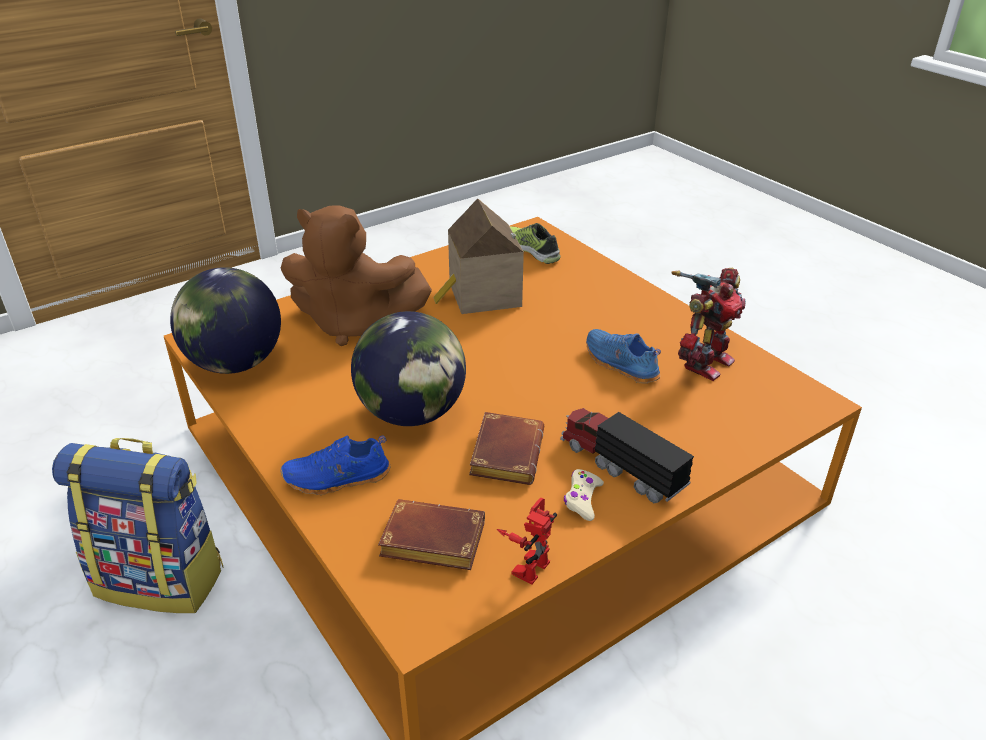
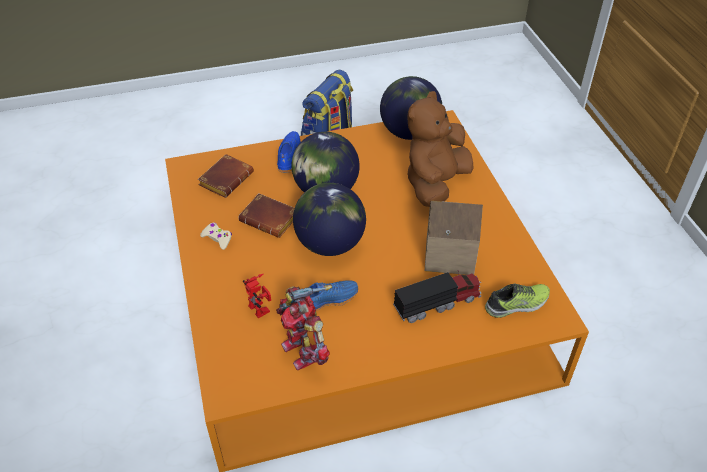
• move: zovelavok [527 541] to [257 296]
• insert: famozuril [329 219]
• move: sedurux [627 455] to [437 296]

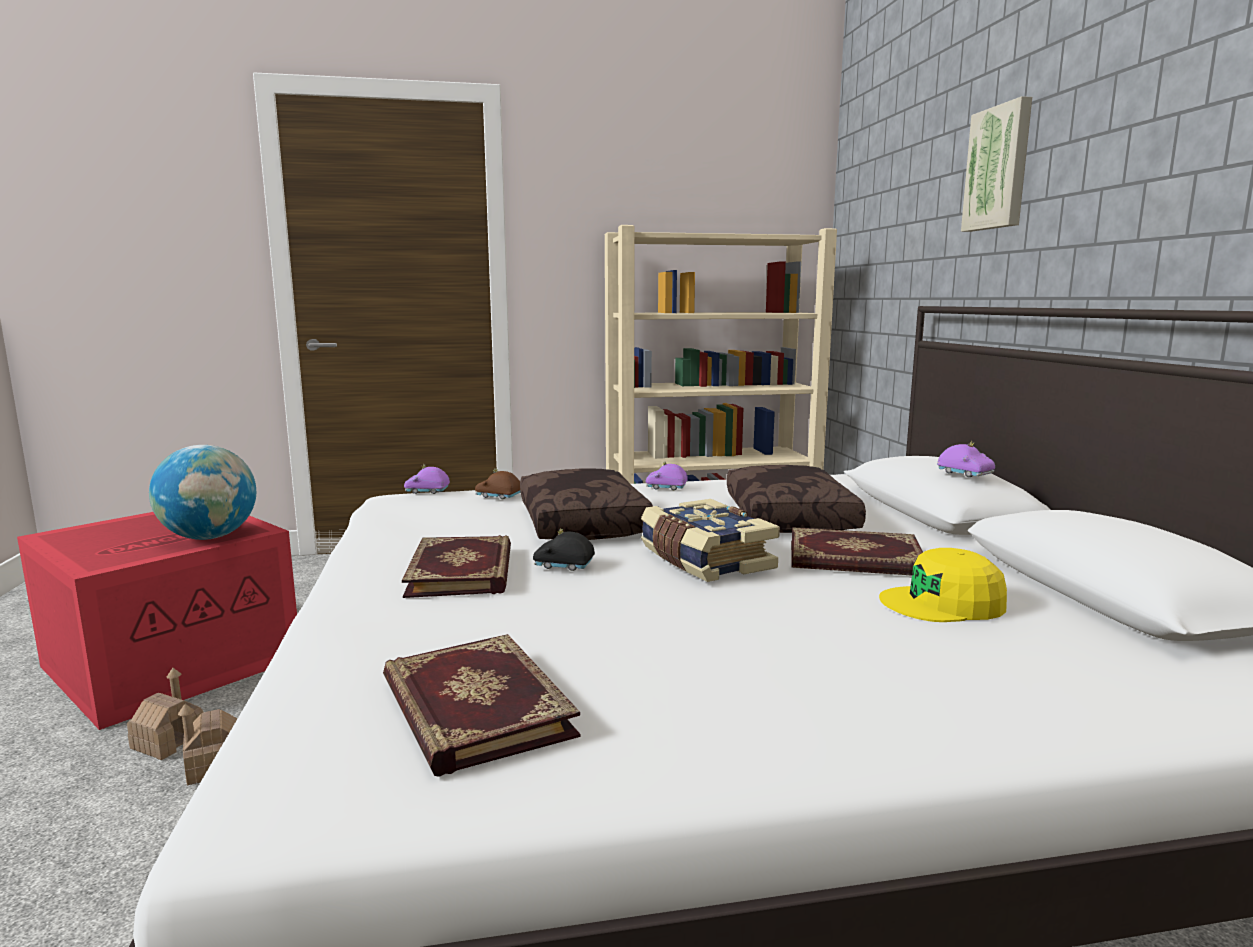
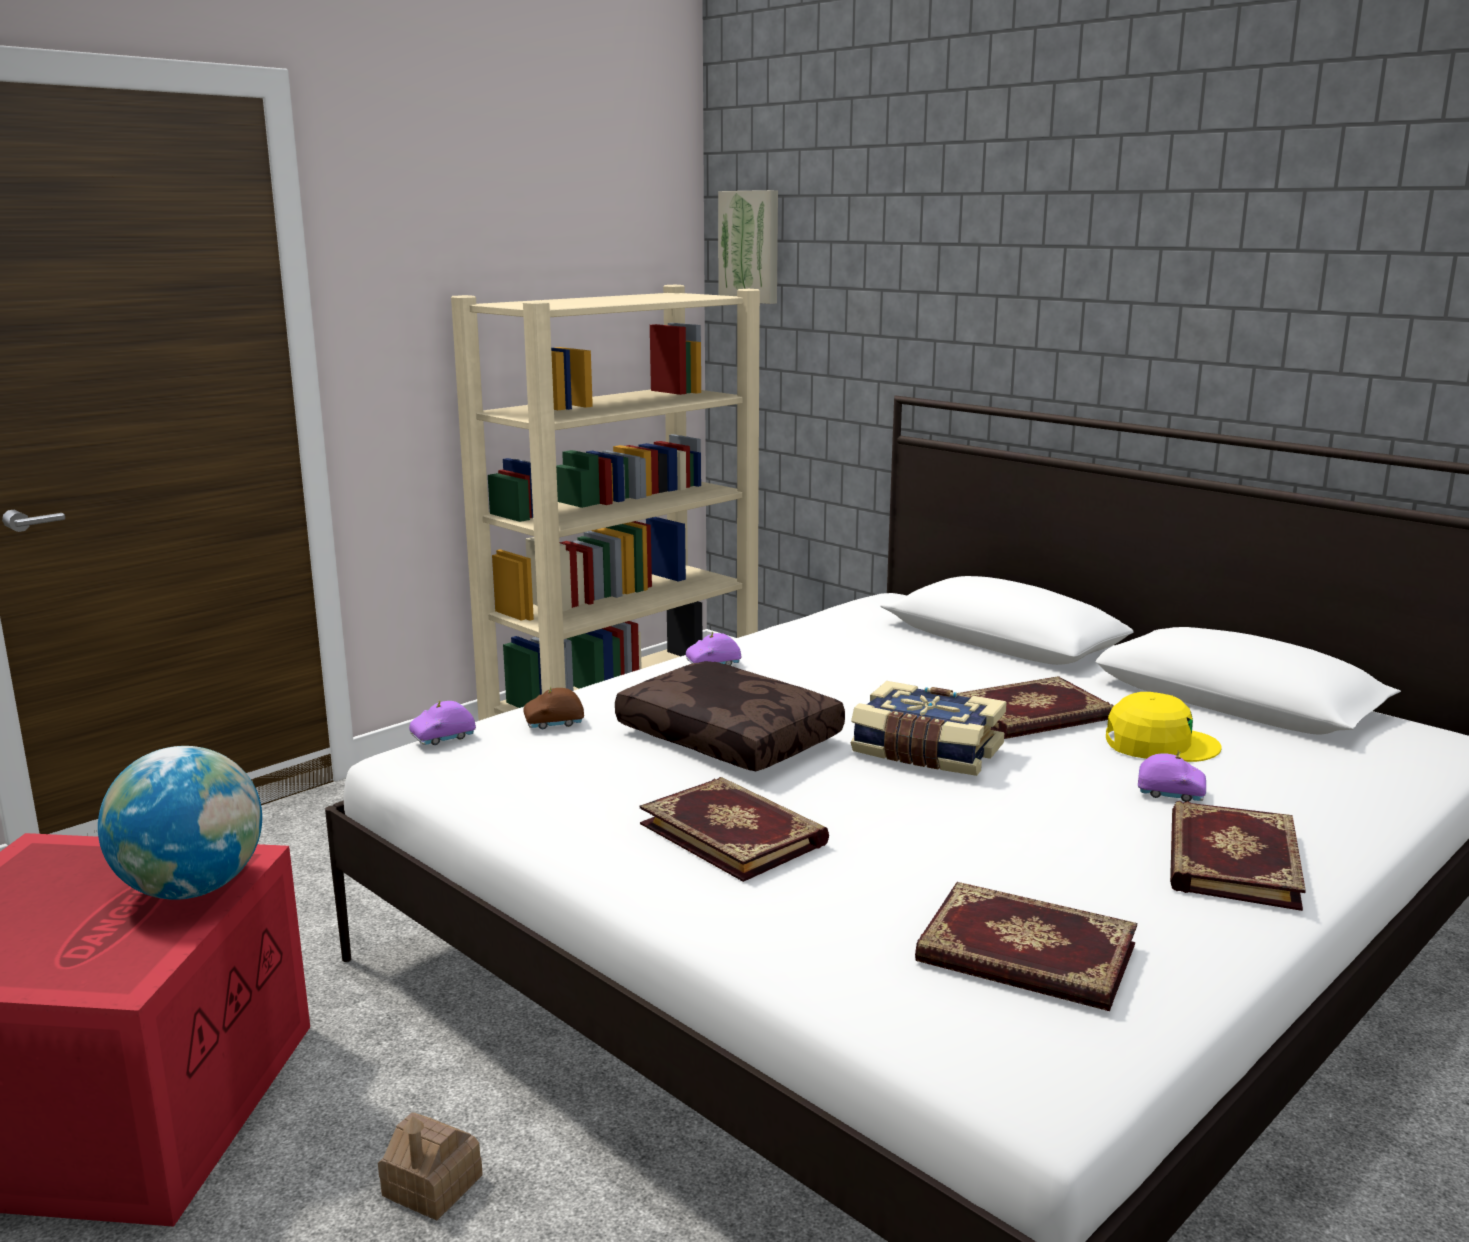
• move: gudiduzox [996 164] to [748 247]
• rotate: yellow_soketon [943 585] = [1164 727] 135 degrees counterclockwise
• move: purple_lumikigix [966 459] to [1172 776]
• insert: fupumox [1238 856]
• delete: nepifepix [165 714]
• delete: black_lumikigix [564 549]
• delete: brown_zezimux [796 499]

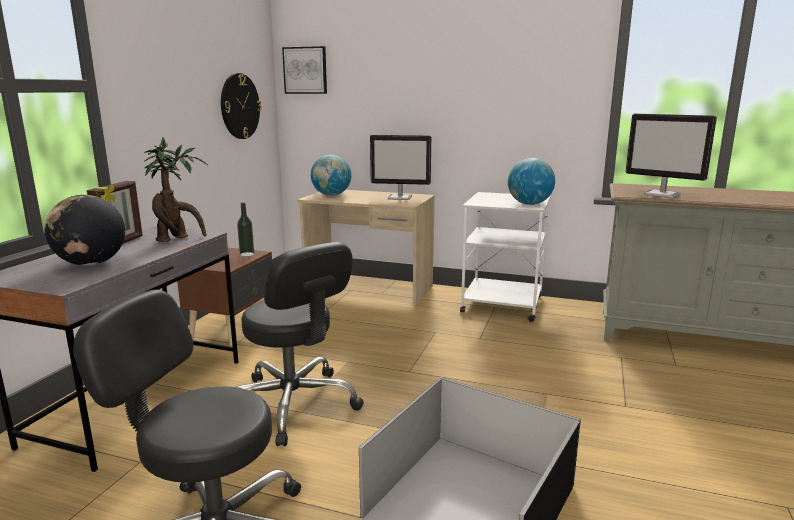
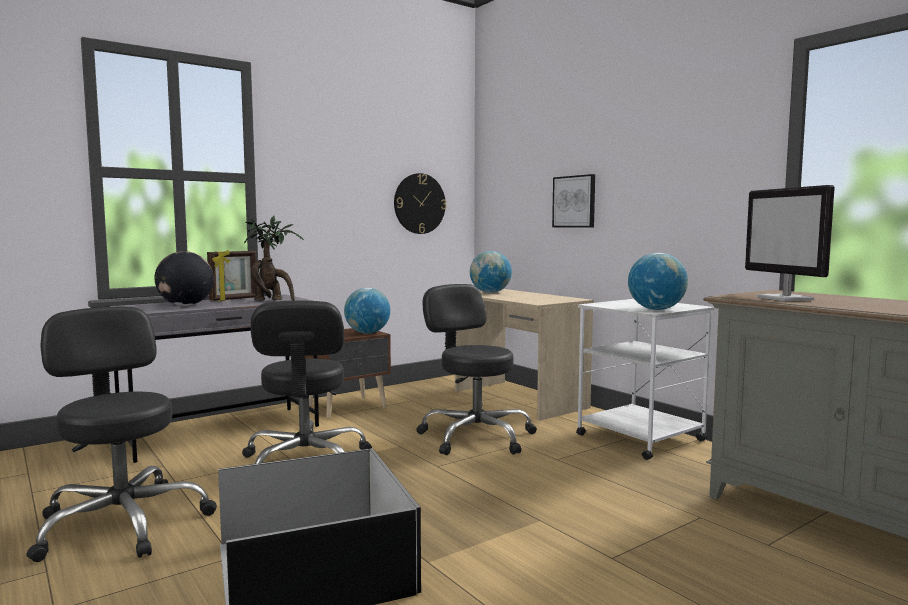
• replace: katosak [245 229] to famozuril [367 311]
• insert: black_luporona [476 369]
• move: gudiduzox [304 70] to [573 200]
• delete: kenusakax [400 167]

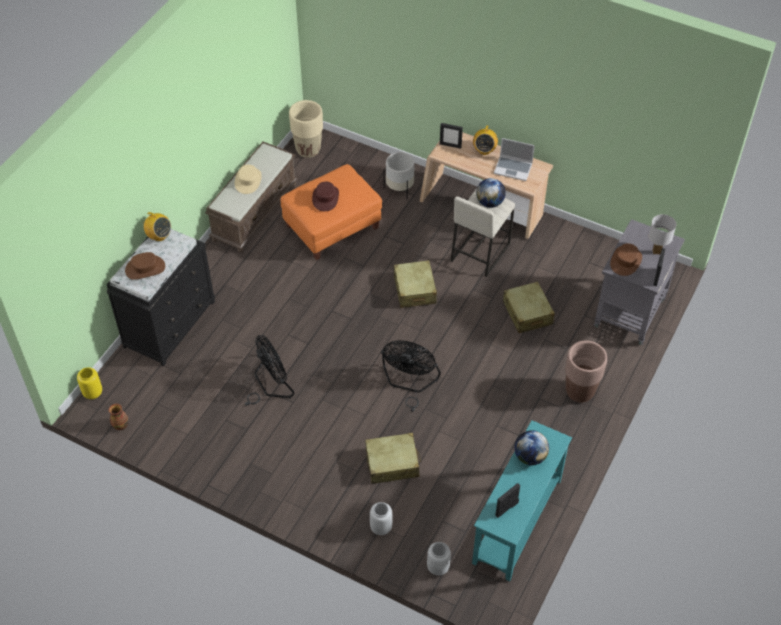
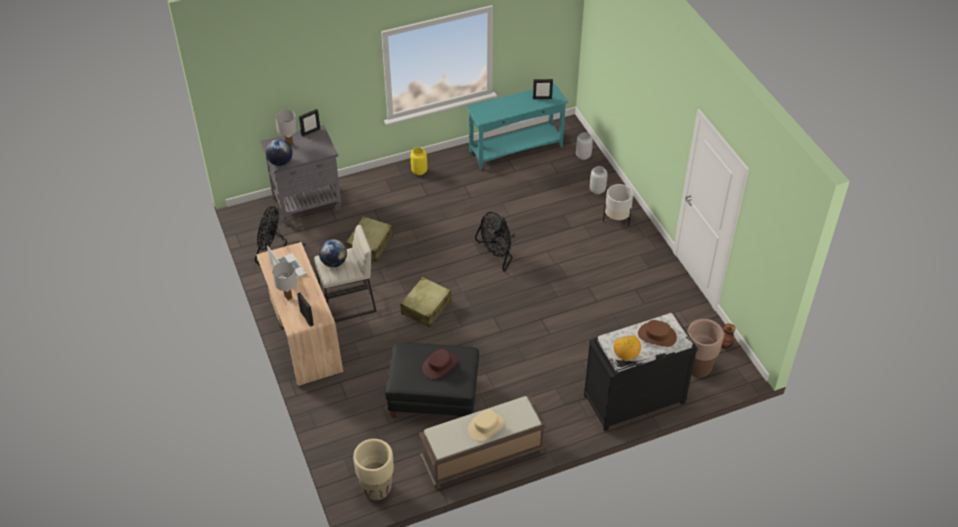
• move: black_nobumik [269 370] to [280 235]
• move: famozuril [531 447] to [279 152]
• replace: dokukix [485 140] to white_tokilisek [284 281]
• recolor: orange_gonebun [331 212] to black_gonebun [432 380]
• move: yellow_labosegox [89 383] to [419 161]
• move: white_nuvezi [399 175] to [618 205]
• move: brown_nuvezi [586 372] to [705 348]
• delete: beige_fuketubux [393 458]
• delete: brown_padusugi [626 259]

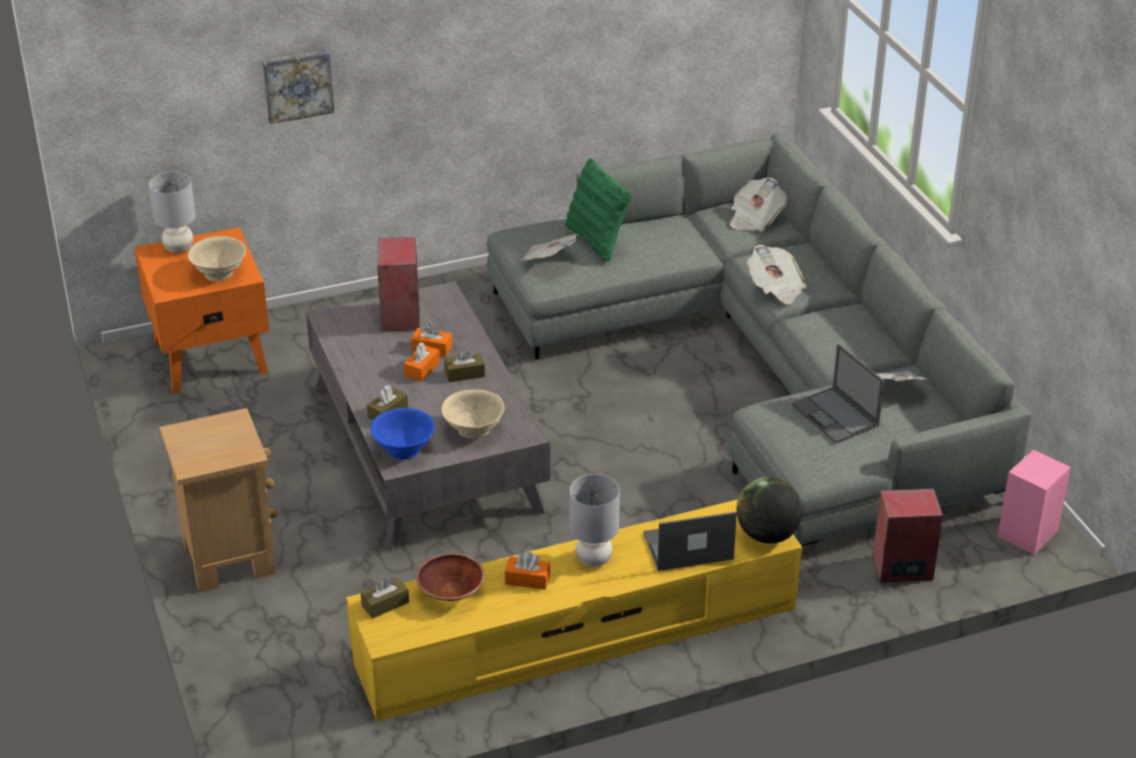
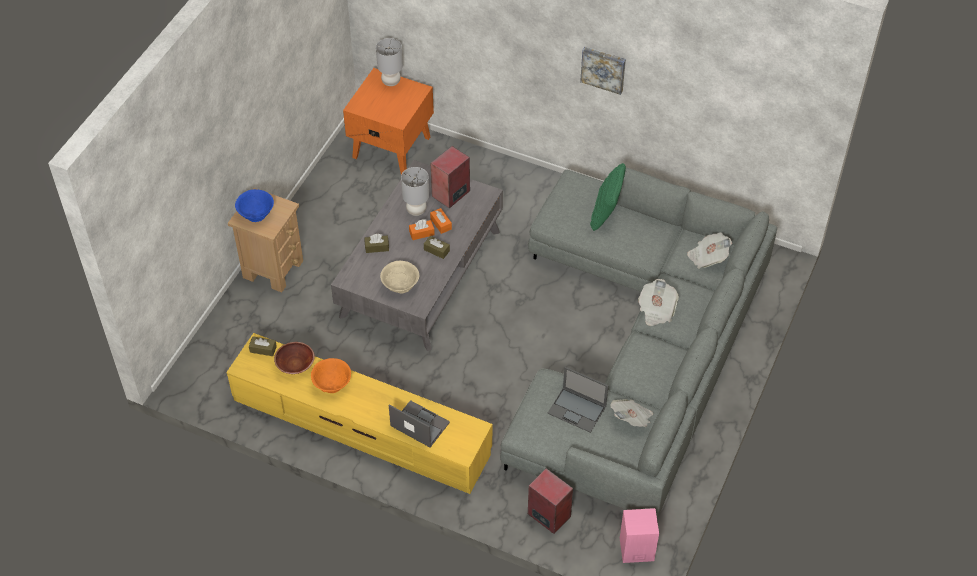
• move: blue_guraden [403 434] to [254 205]
• replace: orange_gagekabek [527 571] to orange_guraden [331 375]
• move: grey_tokilisek [595 520] to [415 191]
• rotate: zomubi [838 393] = [578 400] 75 degrees counterclockwise
• move: gudiduzox [298 87] to [603 70]
• delete: beige_guraden [217 259]
• delete: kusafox [549 247]
• delete: famozuril [769 510]

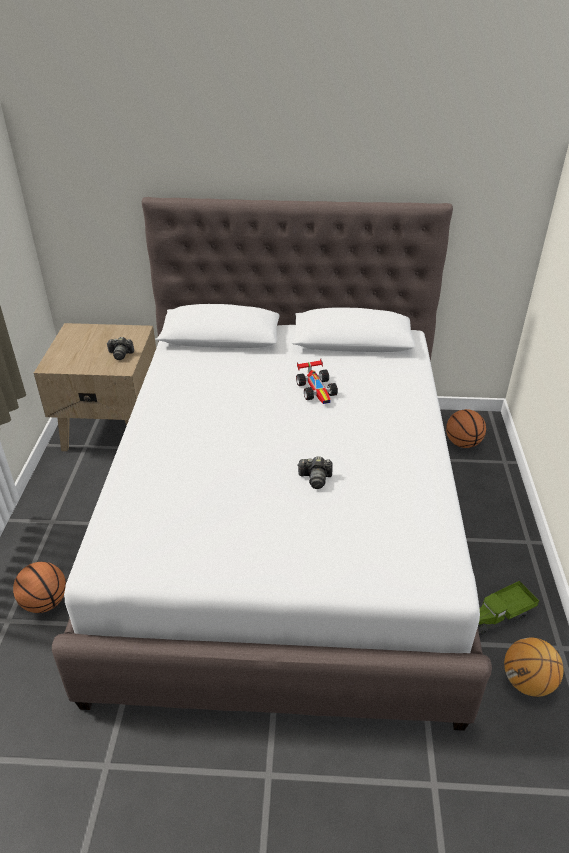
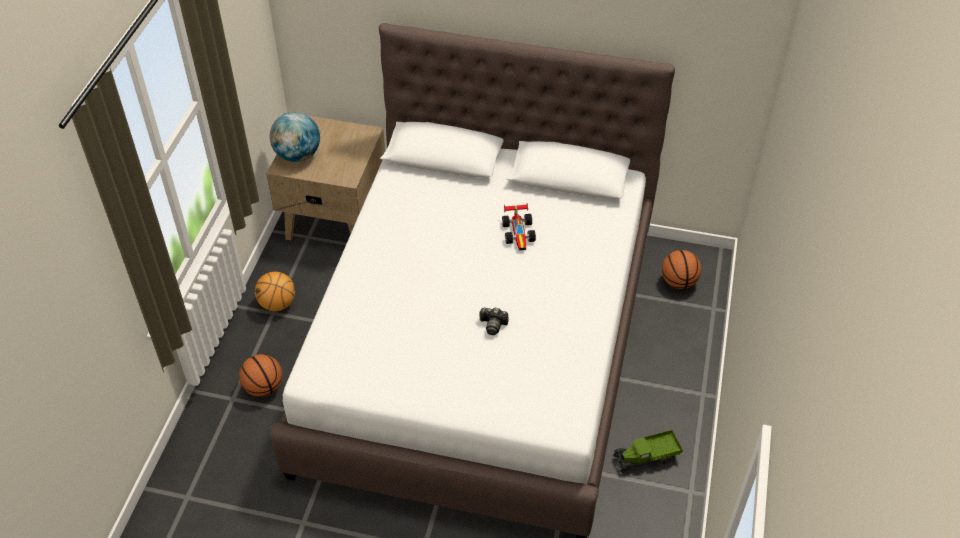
• move: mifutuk [534 667] to [275 291]
• insert: famozuril [295 137]
• delete: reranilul [120 348]

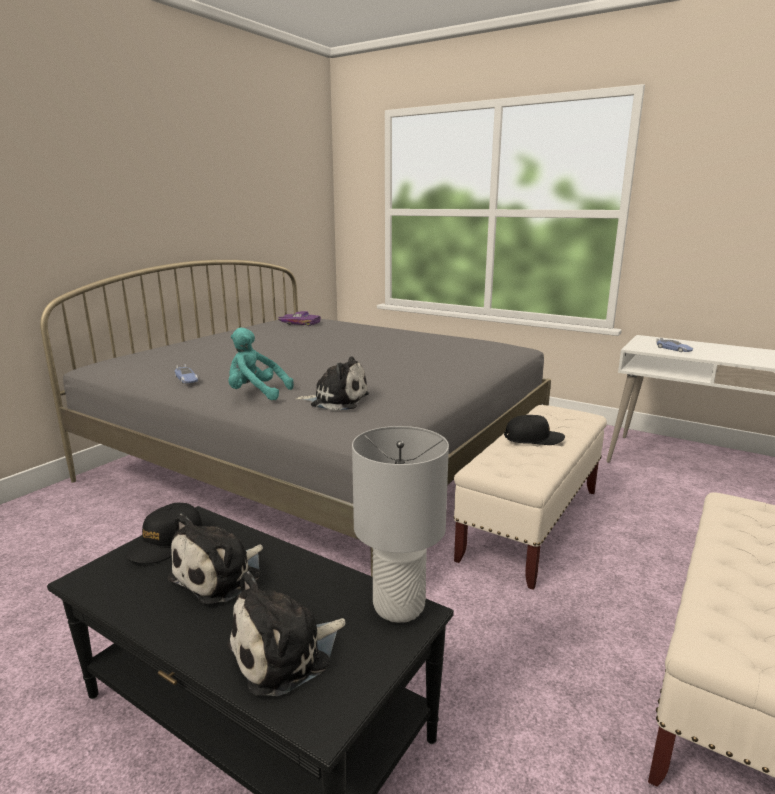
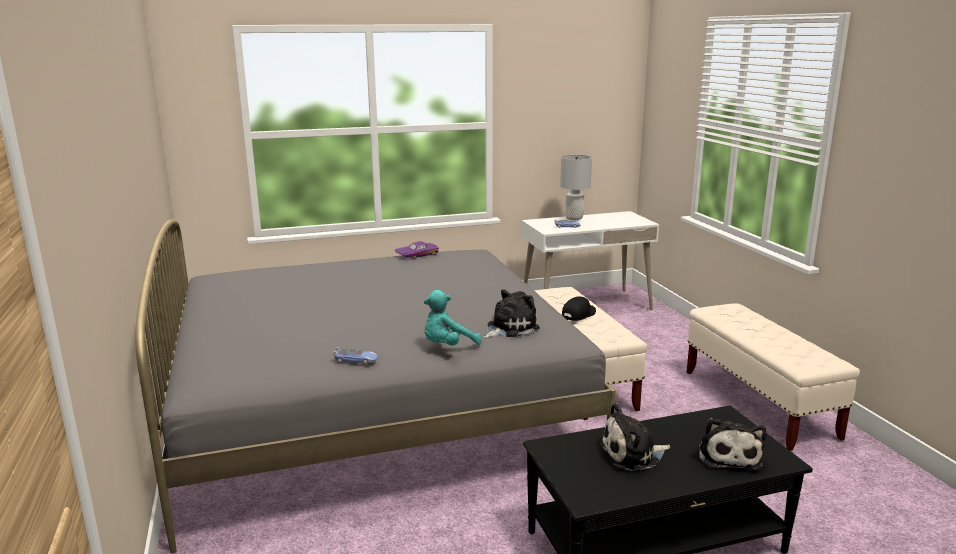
• move: purple_lumikigix [299 318] to [416 250]
• move: grey_tokilisek [400 524] to [576 187]
• rotate: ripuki [215 559] = [634 437] 90 degrees clockwise
• delete: black_soketon [164 533]

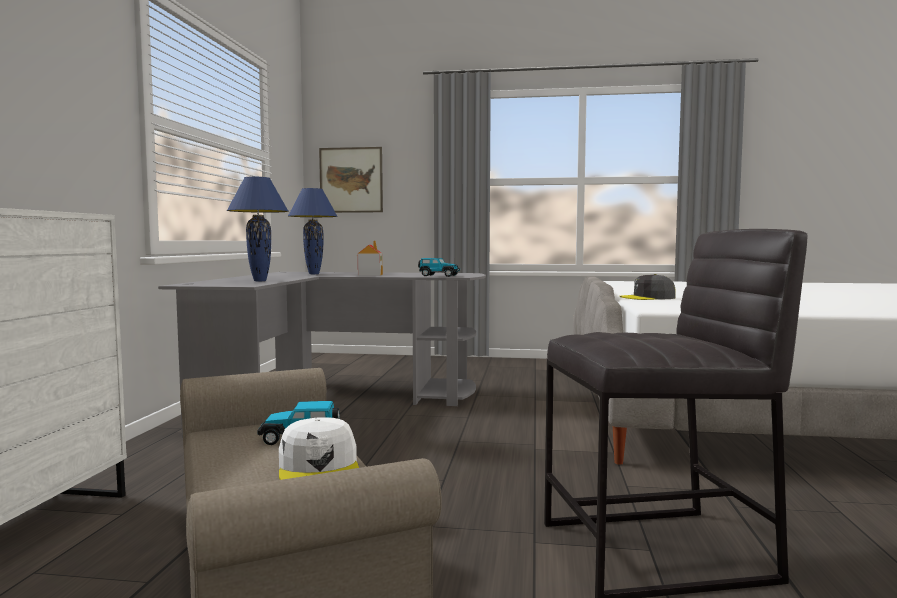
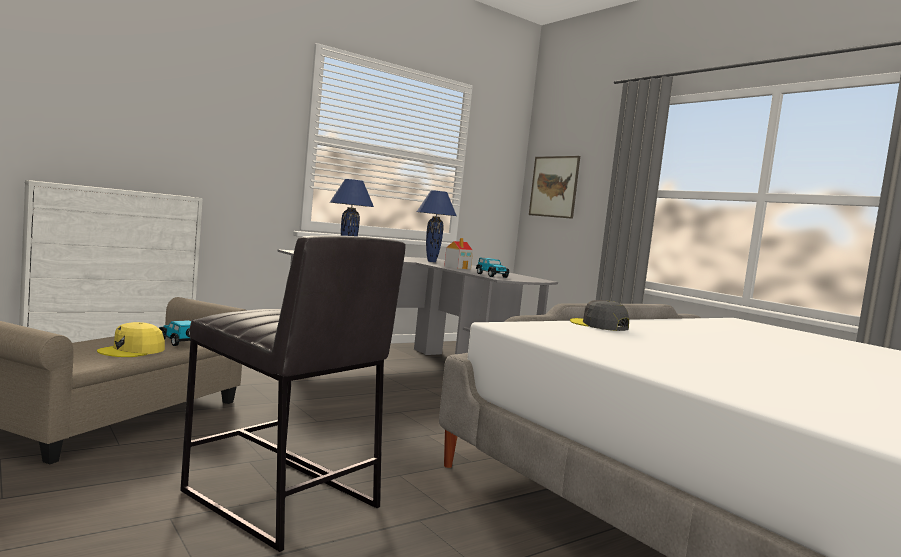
• recolor: white_soketon [319 448] to yellow_soketon [131 339]

